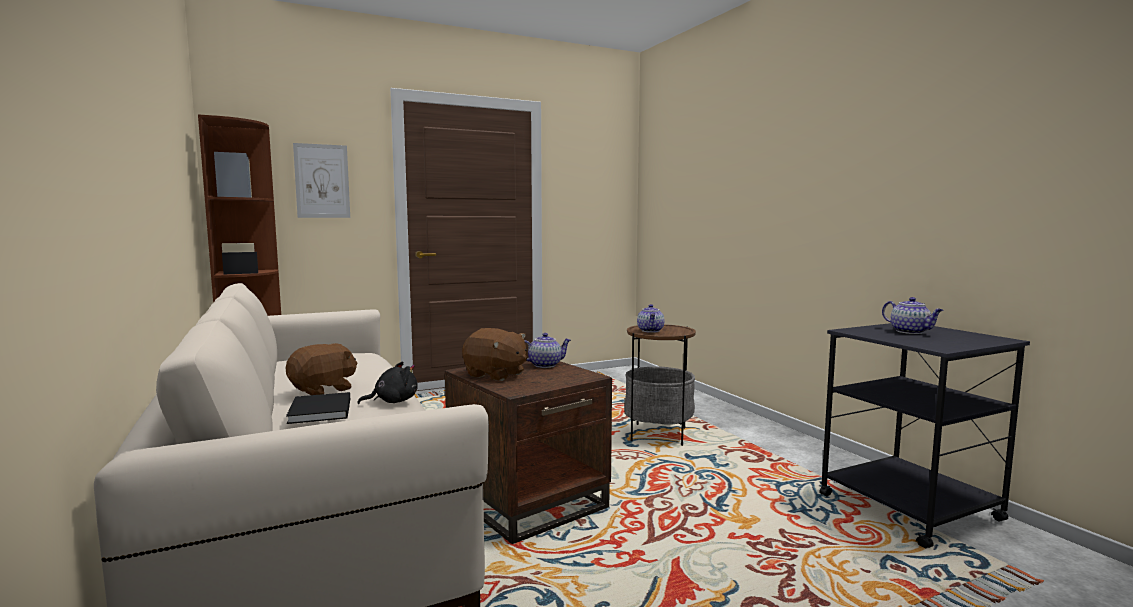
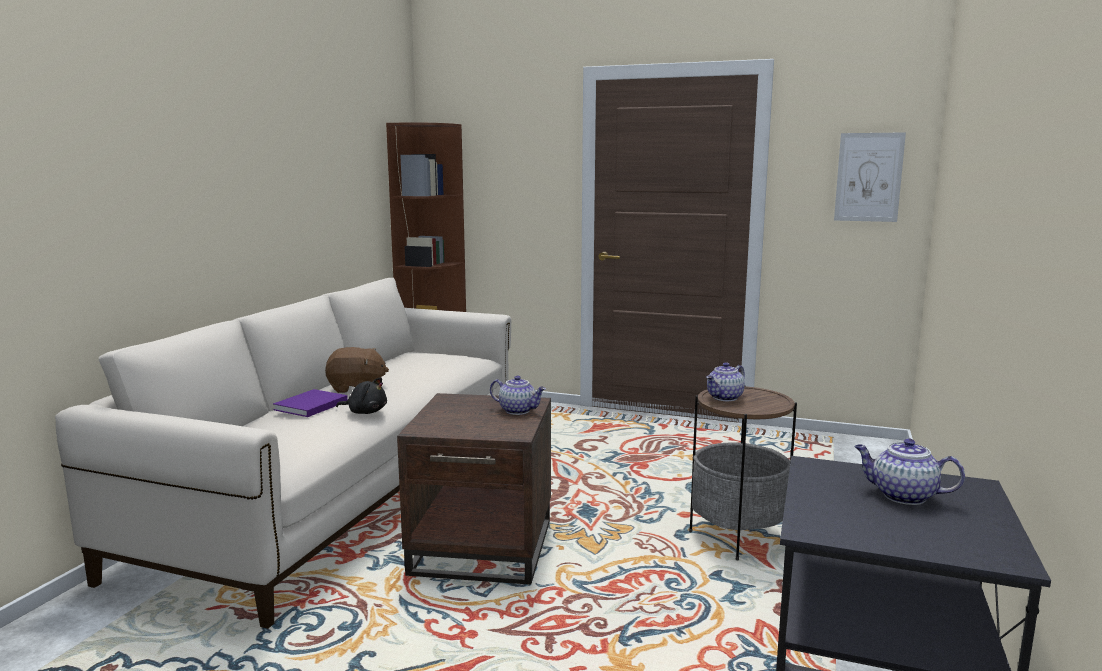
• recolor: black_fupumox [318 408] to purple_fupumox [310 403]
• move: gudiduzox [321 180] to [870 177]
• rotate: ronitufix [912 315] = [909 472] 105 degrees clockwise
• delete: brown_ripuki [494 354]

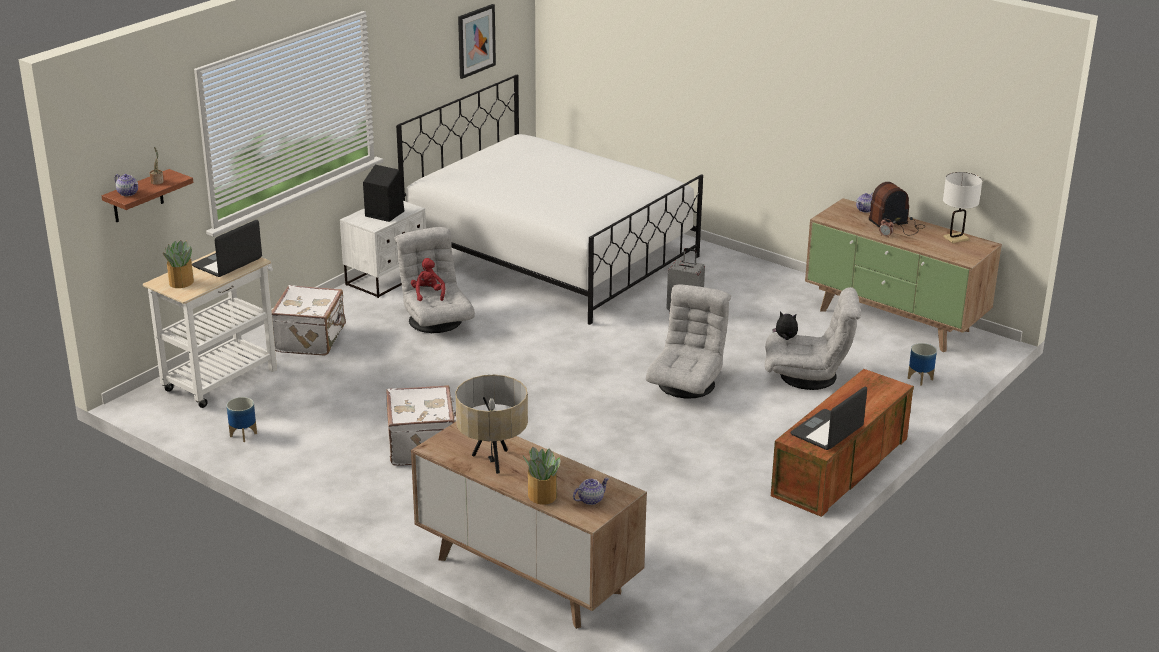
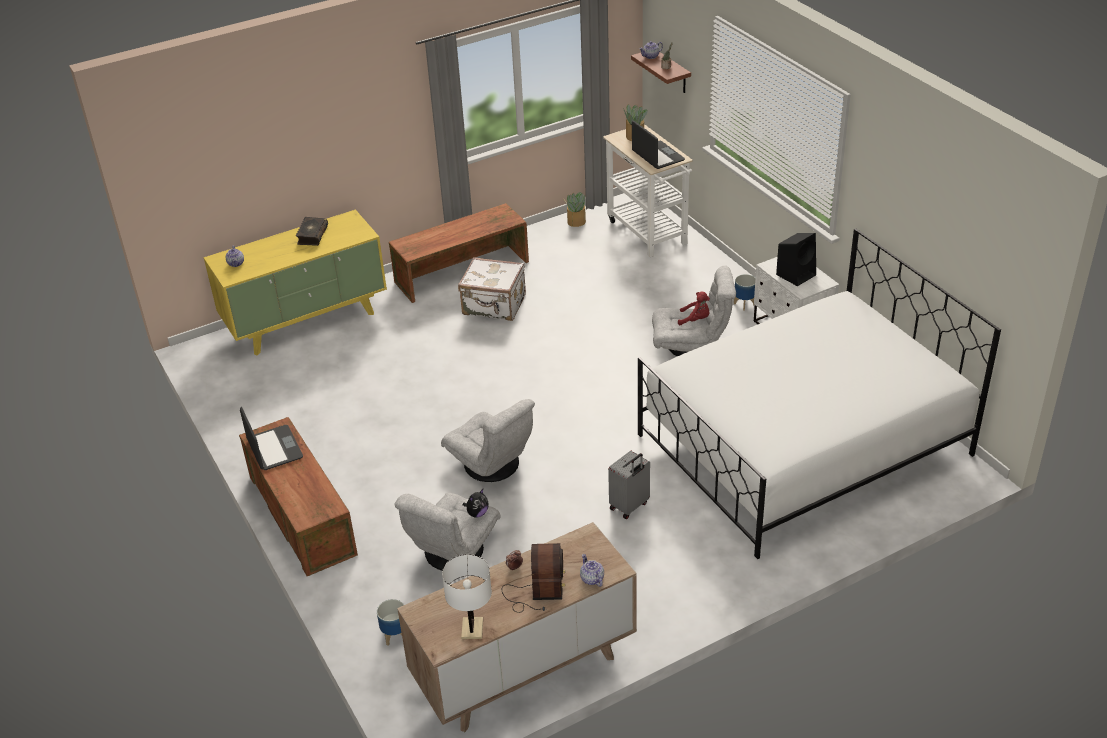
• recolor: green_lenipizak [529 525] to yellow_lenipizak [295 282]
• replace: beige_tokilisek [491 424] to fupumox [312 231]
• insert: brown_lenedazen [459 253]
• move: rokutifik [542 476] to [574 209]
• move: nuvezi [242 419] to [744 292]
• delete: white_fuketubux [309 320]
• delete: gudiduzox [477 41]

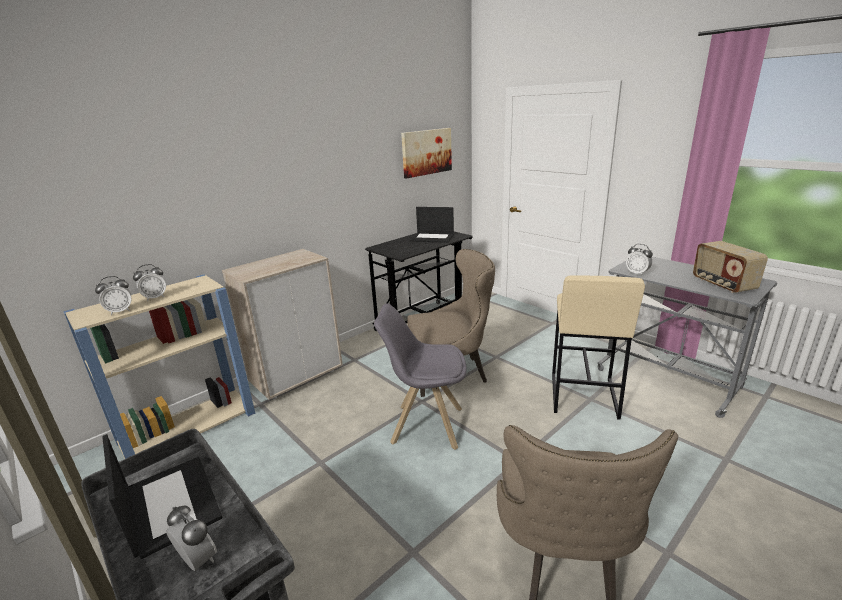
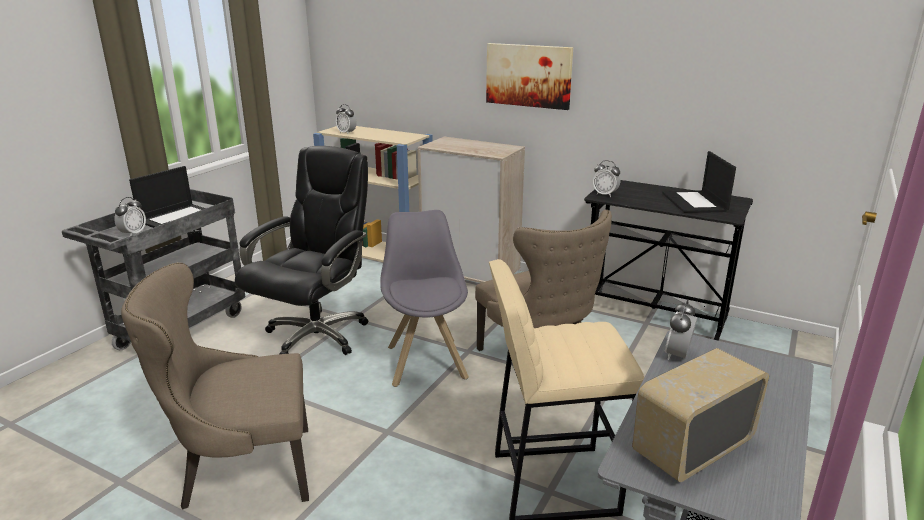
• insert: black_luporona [301 250]
• move: gudiduzox [426 153] to [529 76]
• move: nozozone [149 282] to [606 178]

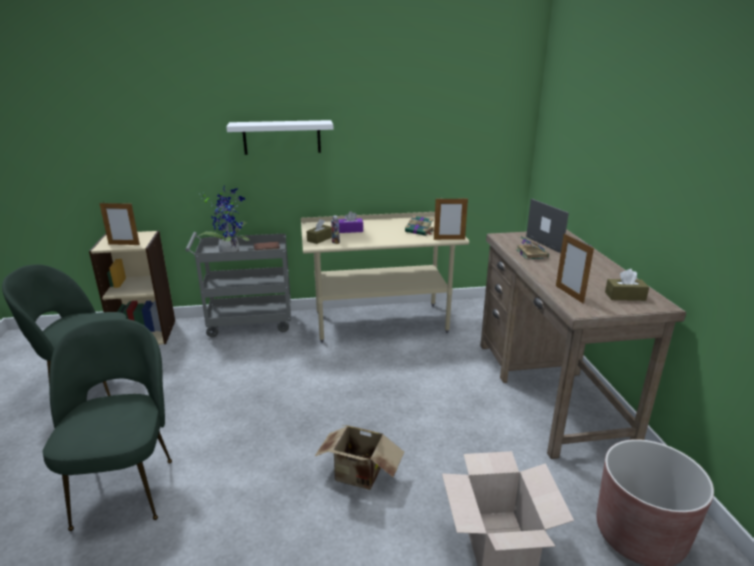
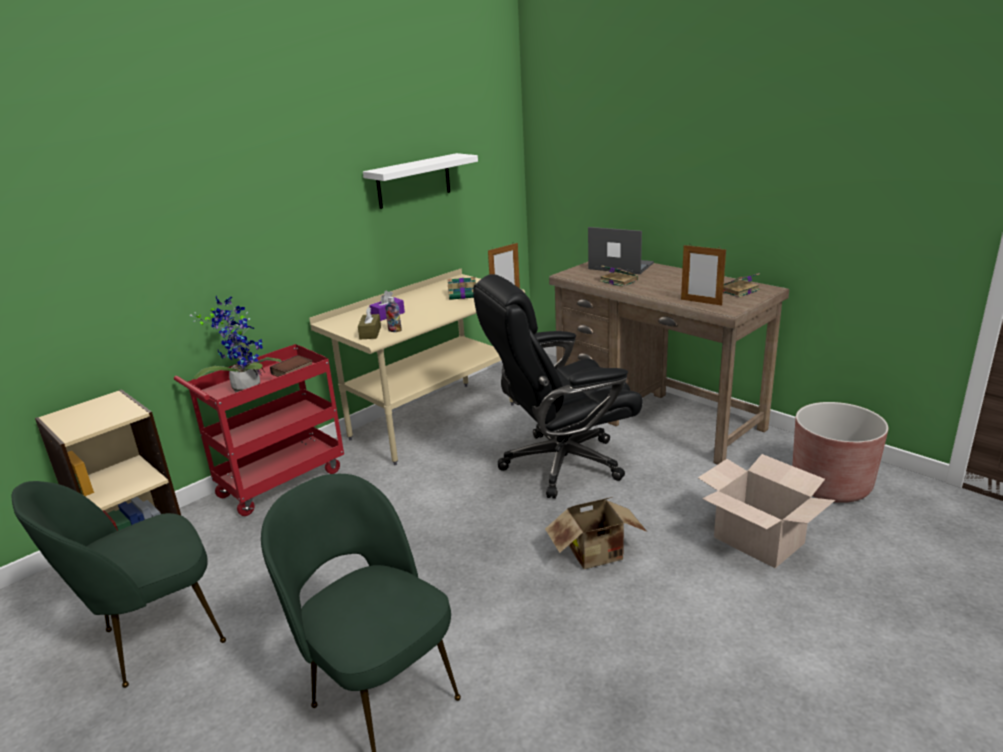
• recolor: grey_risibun [238 284] to red_risibun [259 430]
• move: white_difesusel [279 137] to [420 181]
• insert: black_luporona [558 386]
• replace: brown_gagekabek [627 285] to fupumox [741 285]
• delete: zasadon [119 223]

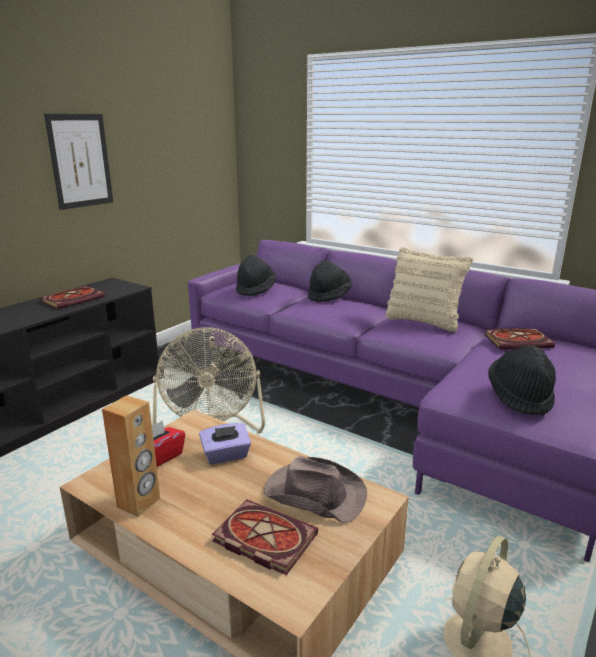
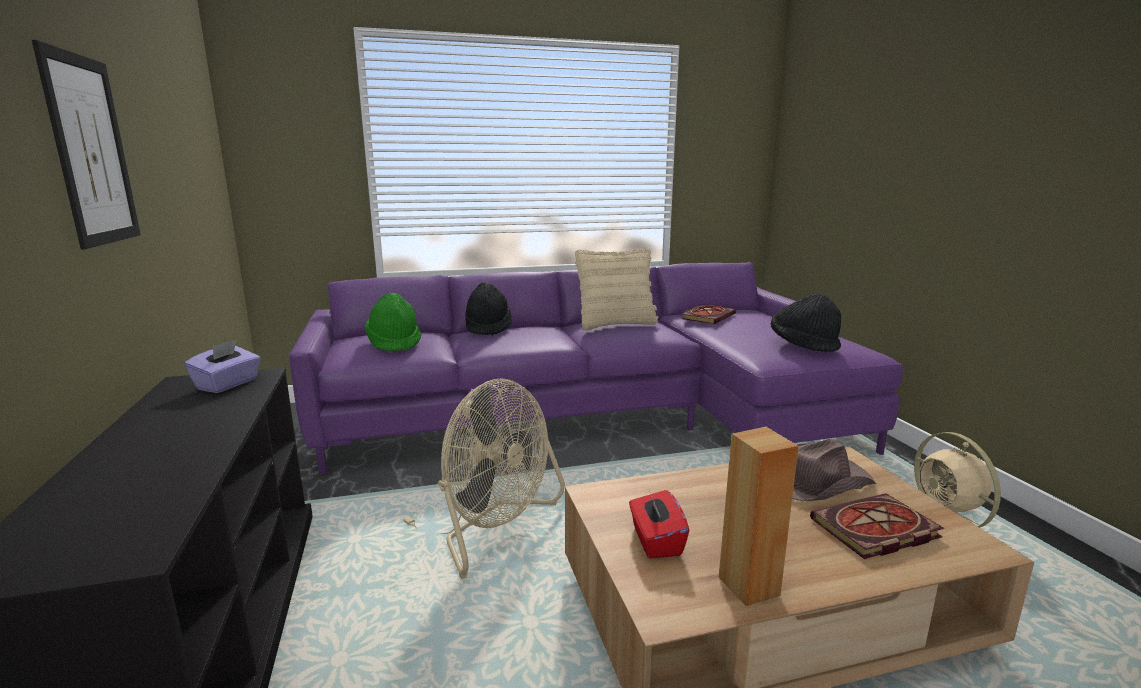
• move: purple_gagekabek [225 443] to [222 366]
• recolor: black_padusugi [256 275] to green_padusugi [393 322]
• delete: fupumox [73 297]

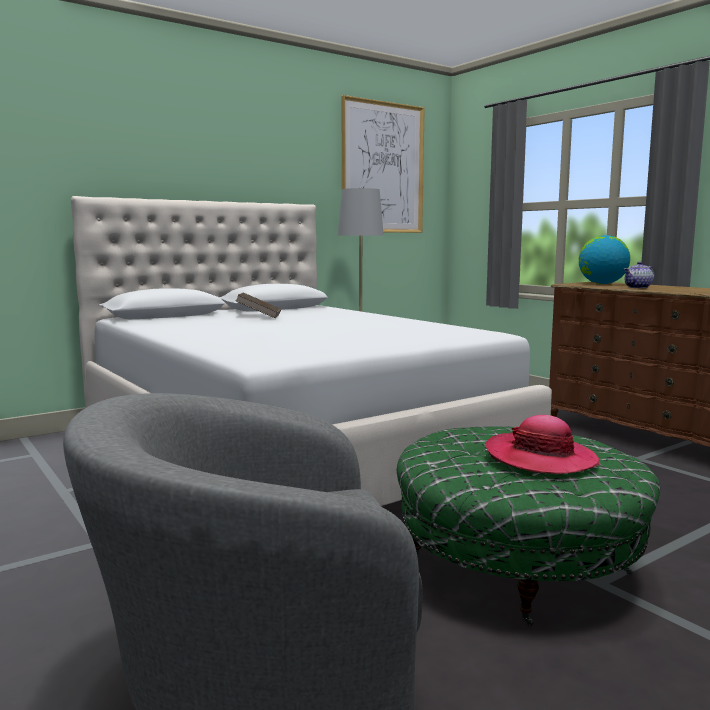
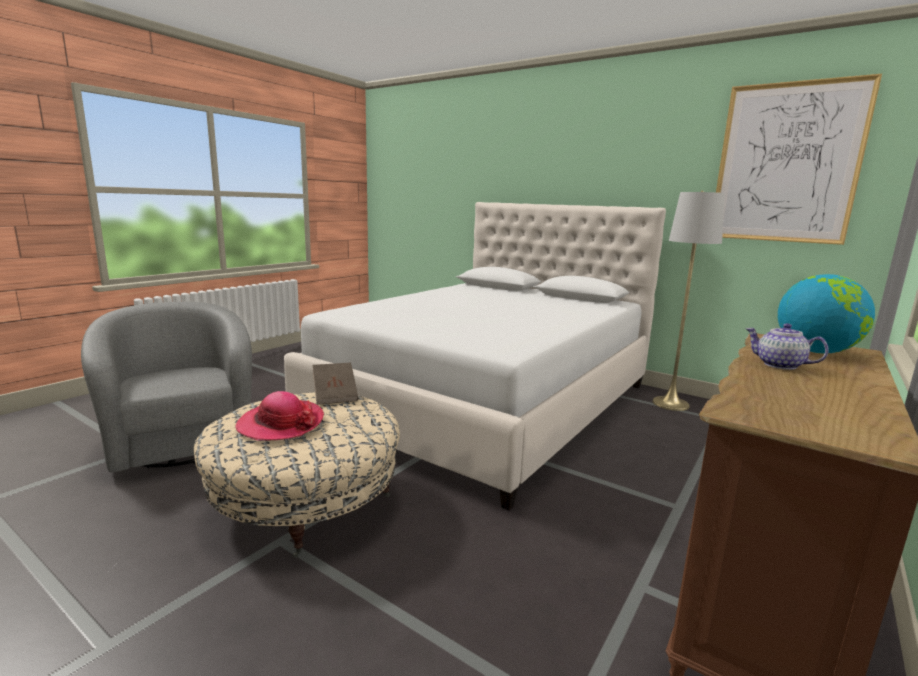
• recolor: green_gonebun [528 526] to beige_gonebun [297 475]
• move: brown_fupumox [258 305] to [335 384]

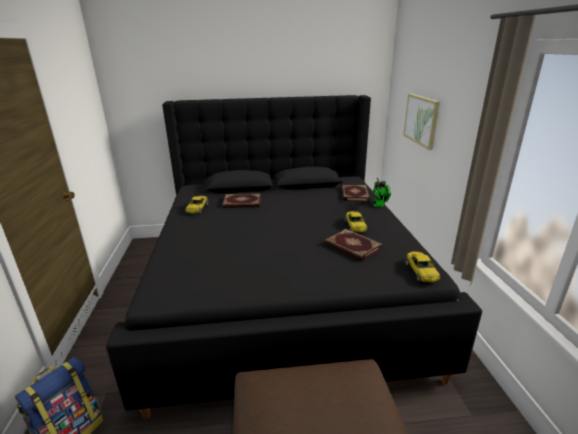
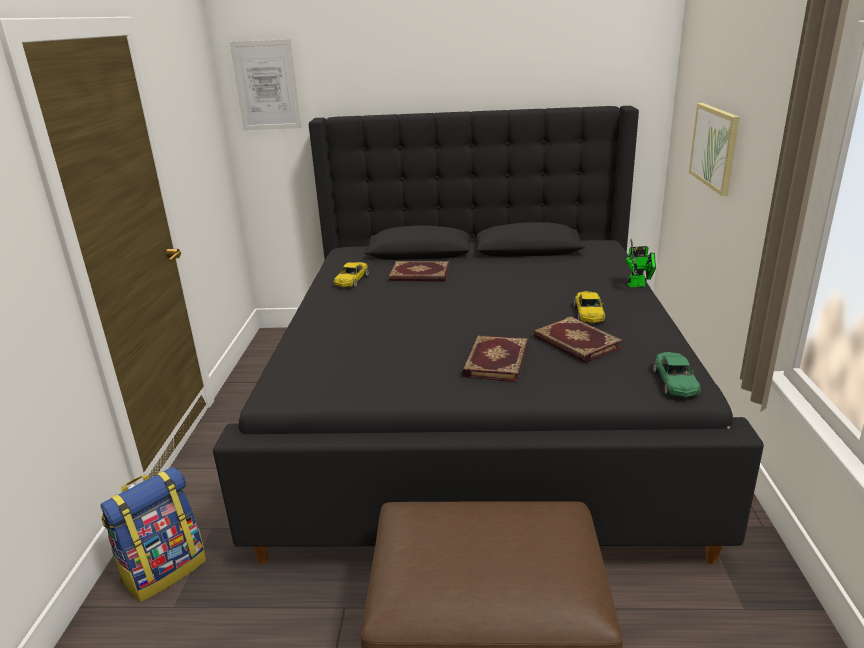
• insert: gudiduzox [265 84]
• move: fupumox [356 193] to [495 359]
• recolor: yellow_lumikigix [422 267] to green_lumikigix [677 374]

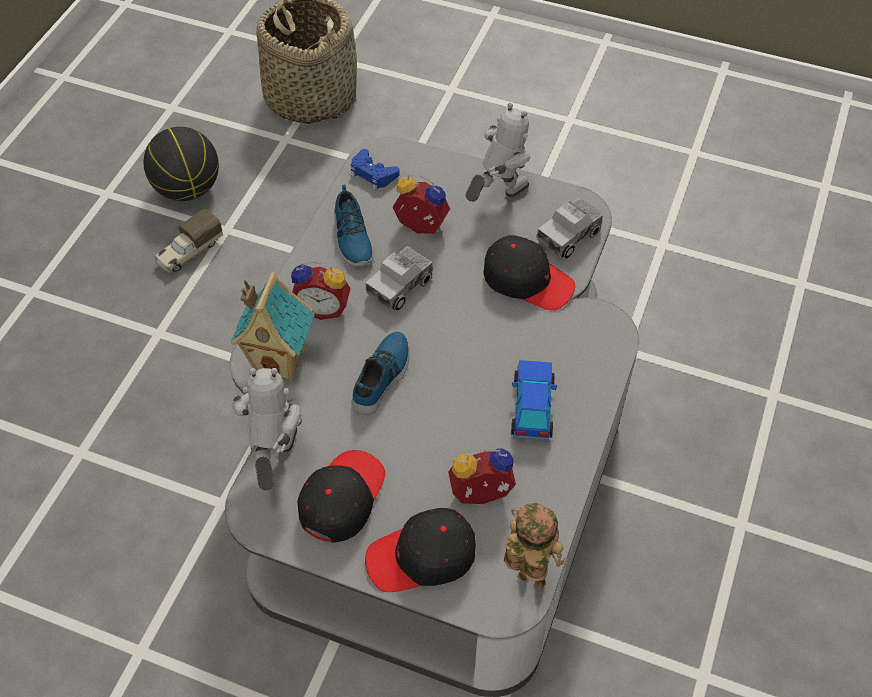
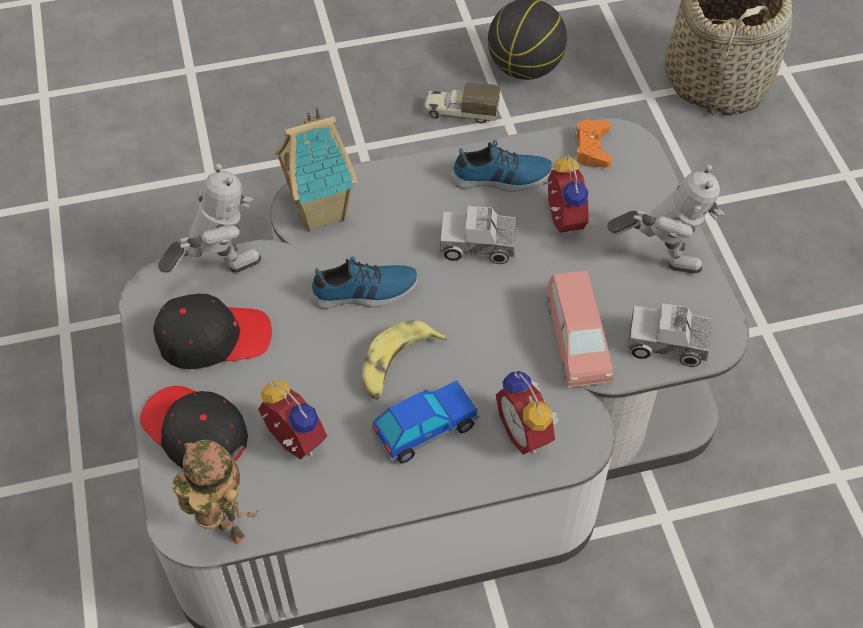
• rotate: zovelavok [534 547] = [215 492] 45 degrees counterclockwise
• insert: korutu [404 360]
• rotate: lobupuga [354 225] = [502 166] 135 degrees counterclockwise
• move: nozozone [321 291] to [527 413]
• replace: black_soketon [529 273] to pink_lumikigix [580 329]
• recolor: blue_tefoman [375 169] to orange_tefoman [593 143]

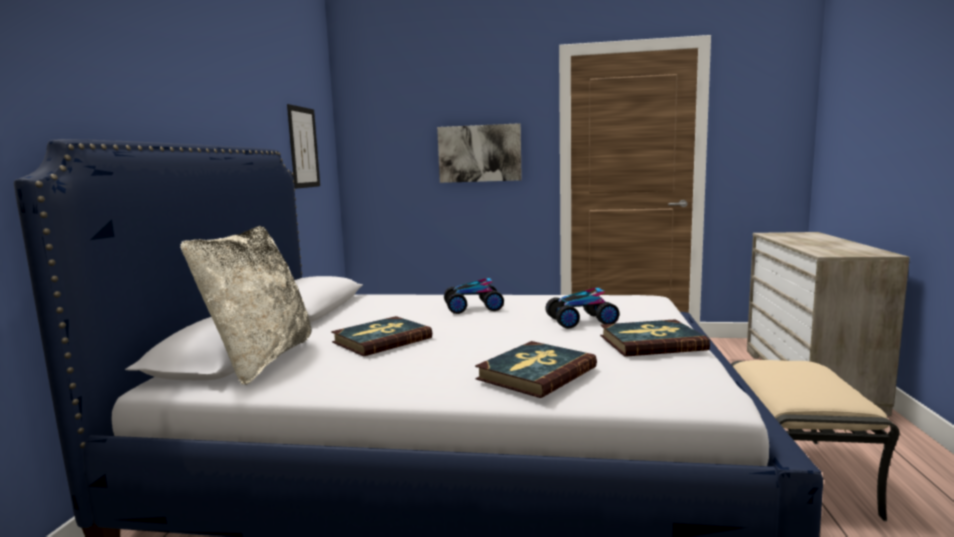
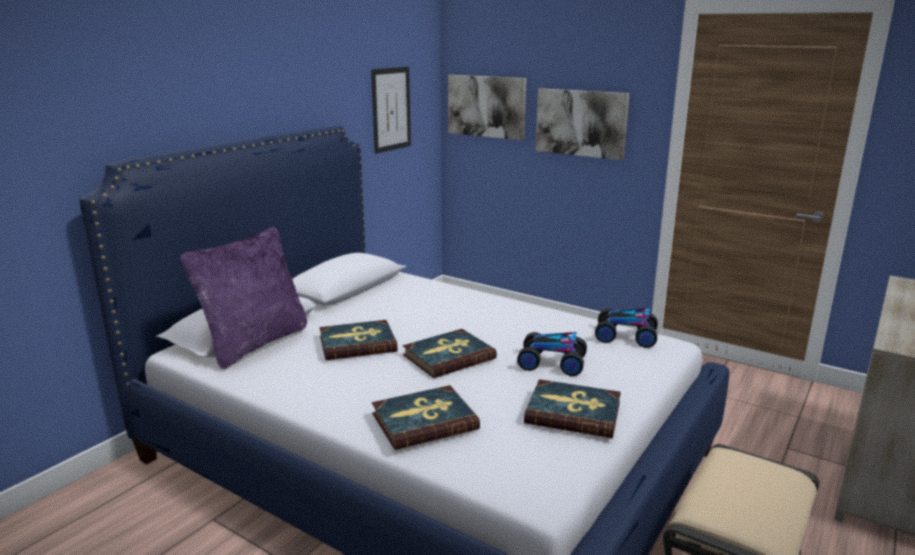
• recolor: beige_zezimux [245 305] to purple_zezimux [243 297]
• insert: fupumox [450 353]
• insert: gudiduzox [487 107]
• move: lumikigix [474 296] to [626 328]

